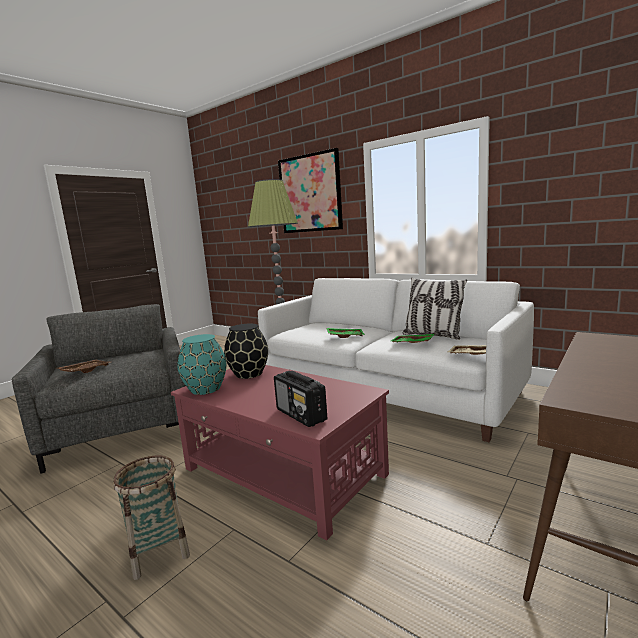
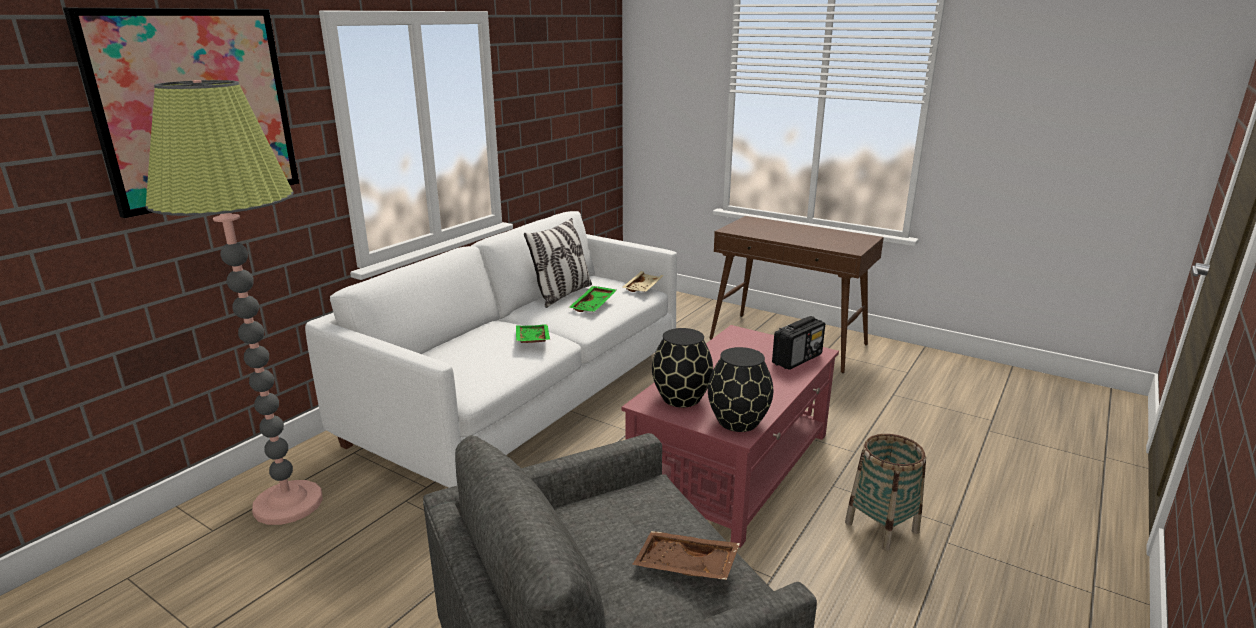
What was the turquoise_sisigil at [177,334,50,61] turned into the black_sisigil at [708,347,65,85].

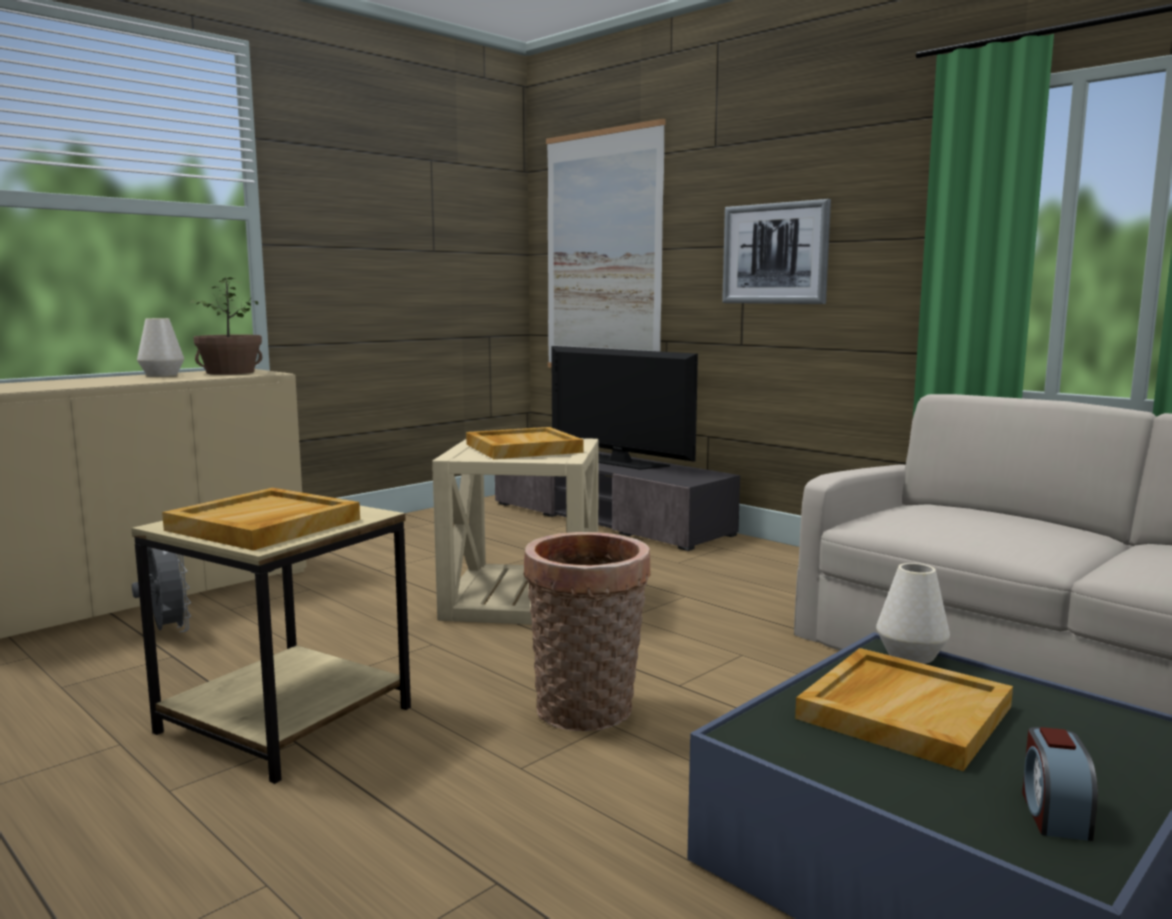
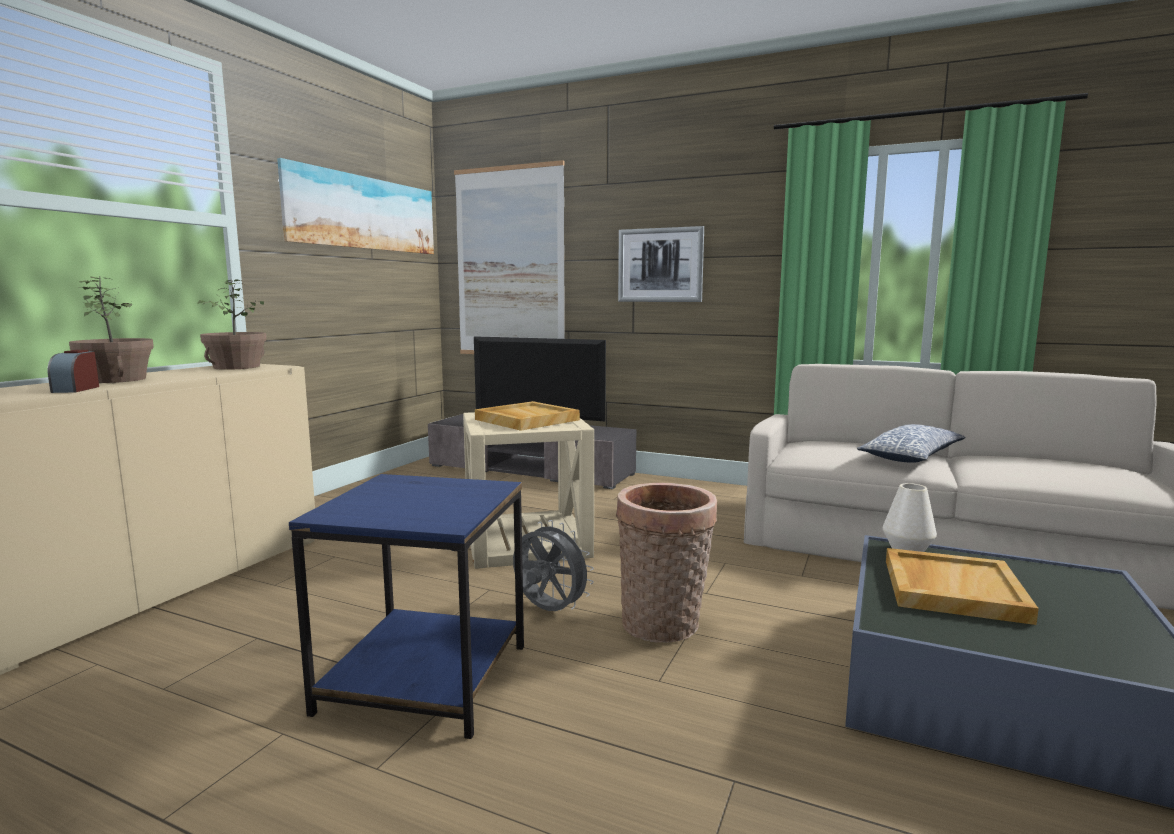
The second view lost the white_sisigil at [137,318,47,59]. The second view lost the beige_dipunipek at [162,488,198,62]. What was the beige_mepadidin at [131,506,280,278] turned into the blue_mepadidin at [289,474,235,265]. The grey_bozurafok ended up elsewhere, having gone from [132,547,59,85] to [513,520,81,91]. The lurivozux ended up elsewhere, having gone from [1022,727,76,114] to [47,350,52,43]. The second view gained the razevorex at [277,158,157,96]. The second view gained the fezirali at [69,276,85,107]. The second view gained the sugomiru at [857,424,109,39].

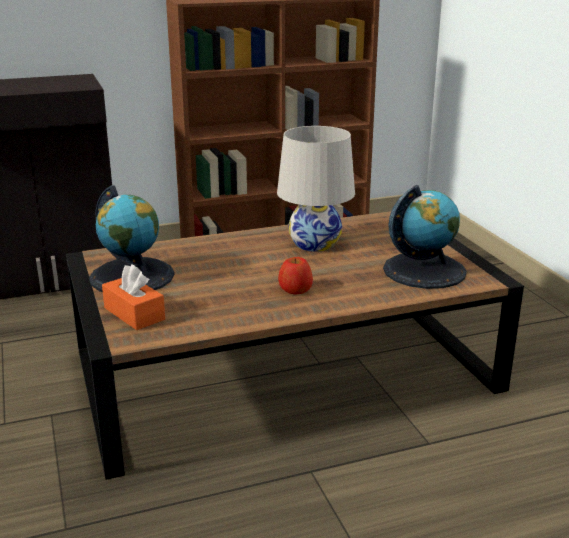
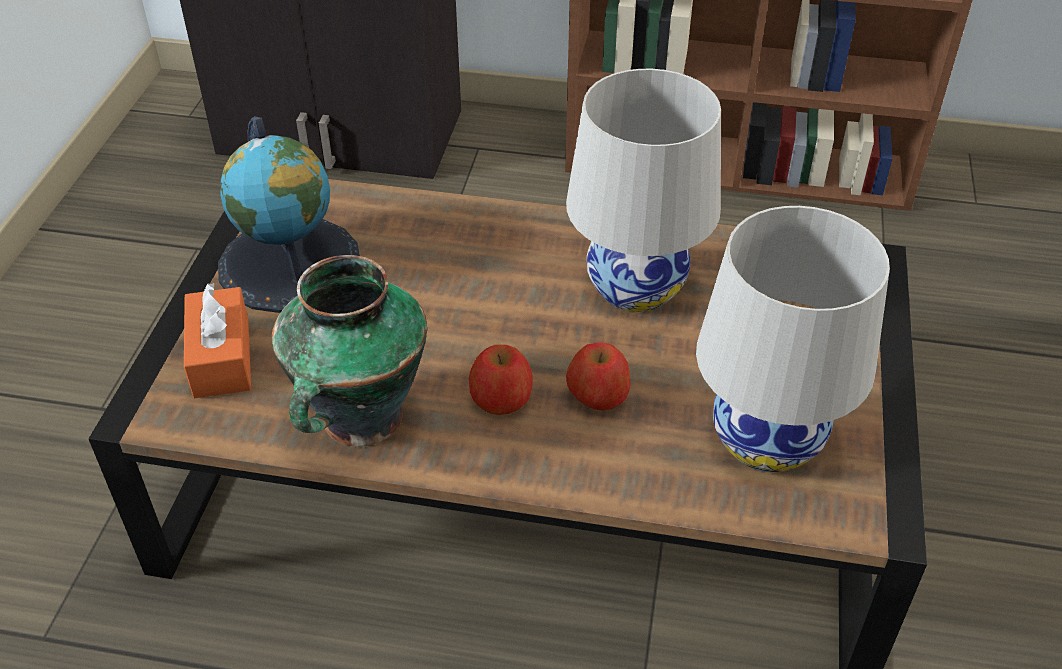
Where the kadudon stood at [383,185,84,104], the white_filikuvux came to stand at [696,206,194,266]. The second view gained the sisigil at [272,255,155,192]. The second view gained the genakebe at [566,342,64,68].

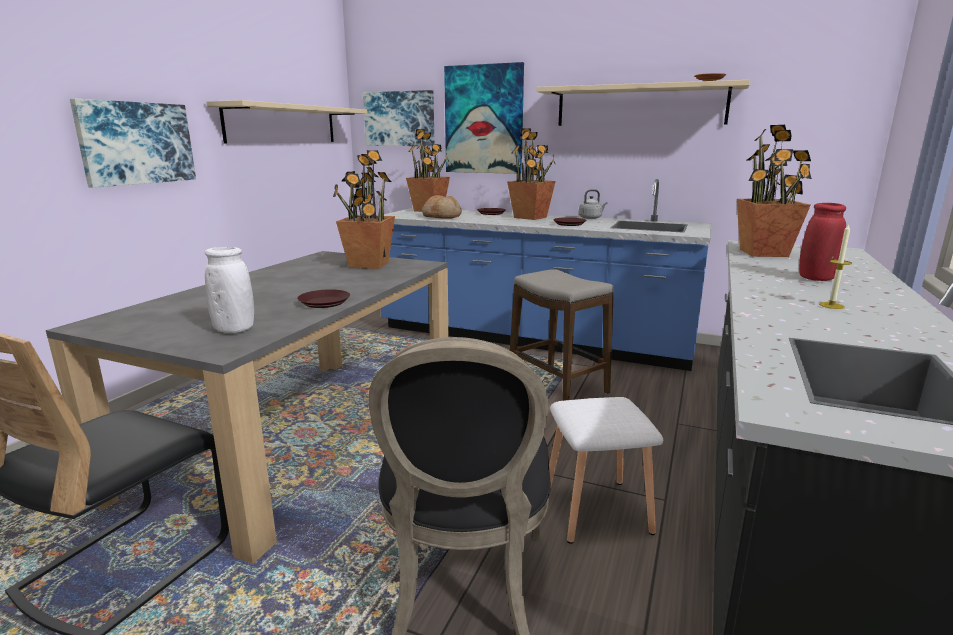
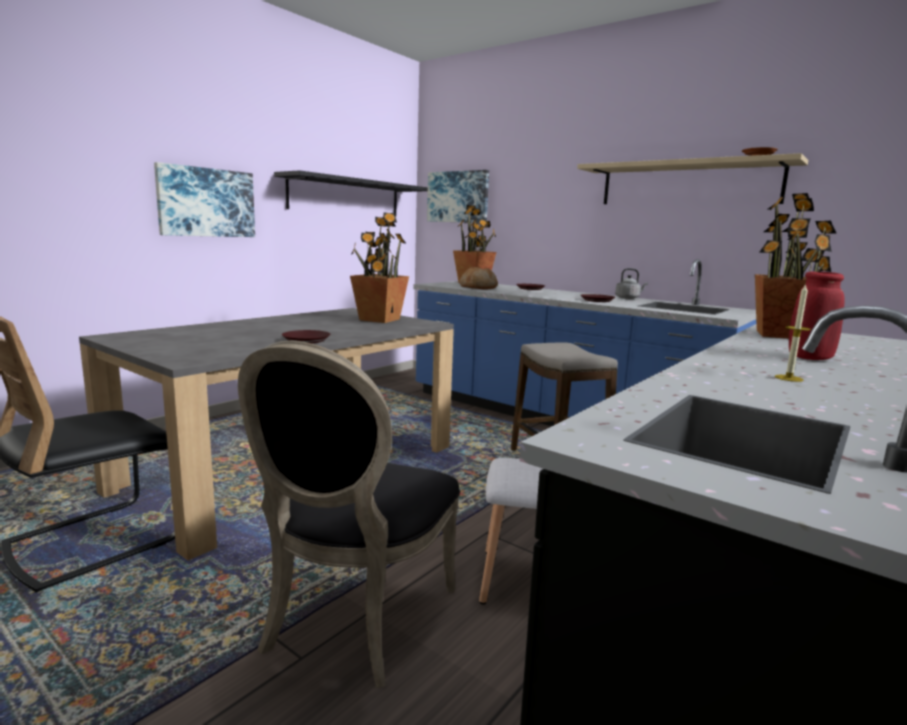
The second view lost the razevorex at [444,62,80,112]. What was the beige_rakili at [207,100,160,44] turned into the black_rakili at [274,170,154,46]. The second view lost the fezirali at [507,128,49,92]. The second view lost the white_sisigil at [205,247,49,86].

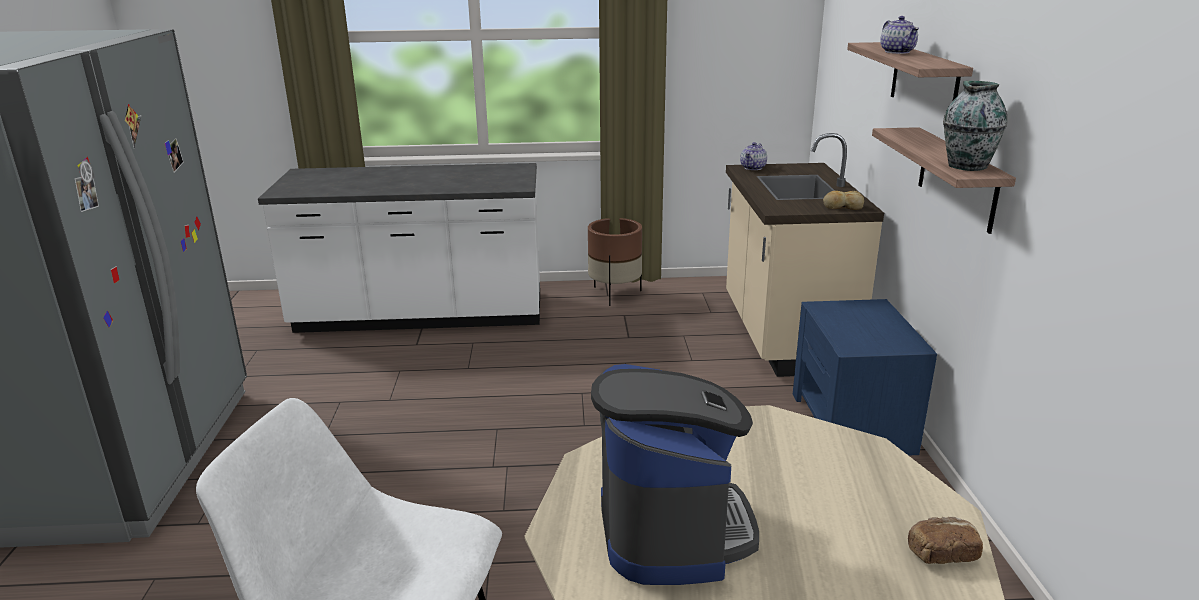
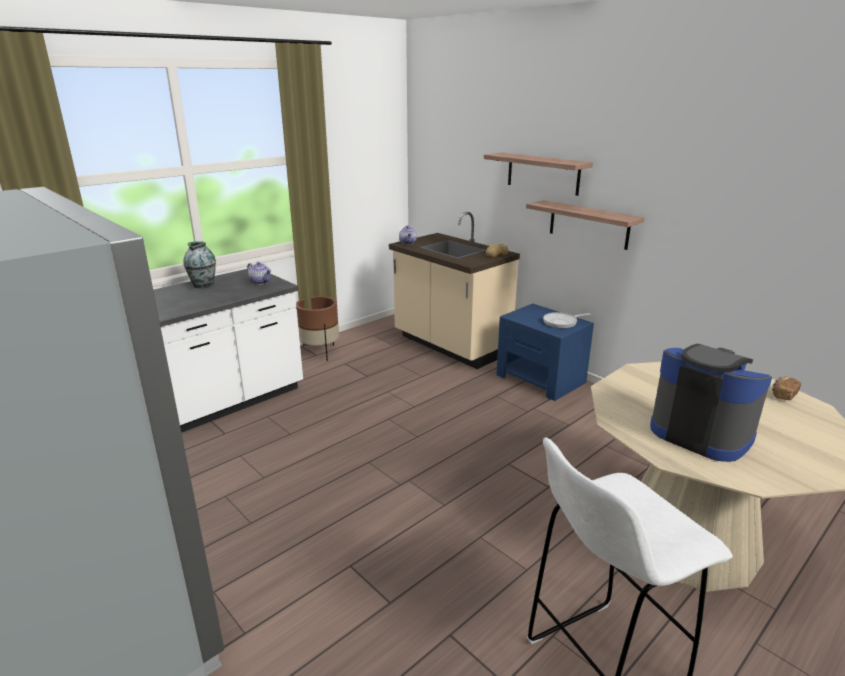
The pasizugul ended up elsewhere, having gone from [880,16,39,38] to [247,262,24,23]. The sisigil ended up elsewhere, having gone from [943,81,64,90] to [183,241,33,47]. The second view gained the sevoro at [543,312,48,16].

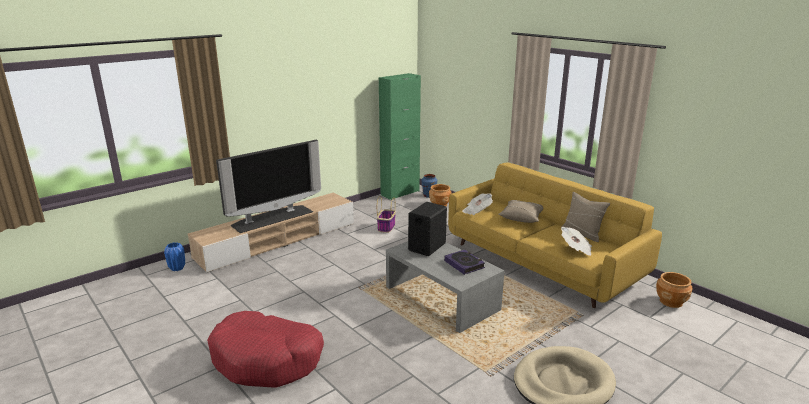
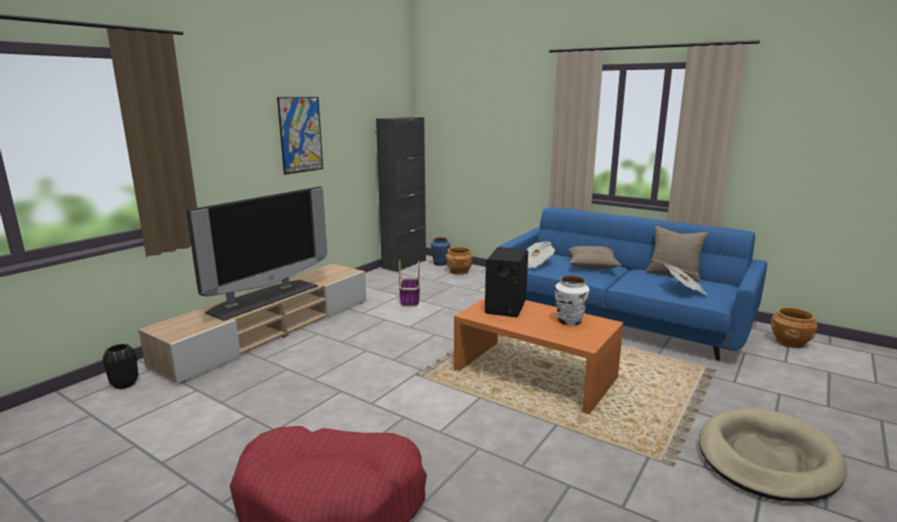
What was the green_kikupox at [379,73,42,127] turned into the black_kikupox at [376,117,50,155]. What was the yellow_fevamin at [448,163,214,145] turned into the blue_fevamin at [498,207,269,154]. What was the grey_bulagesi at [386,241,118,92] turned into the orange_bulagesi at [454,298,170,116]. What was the blue_sisigil at [164,242,21,29] turned into the black_sisigil at [103,344,35,45]. Where the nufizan stood at [444,250,41,25], the white_sisigil came to stand at [555,276,34,50]. The second view gained the razevorex at [277,97,46,78].

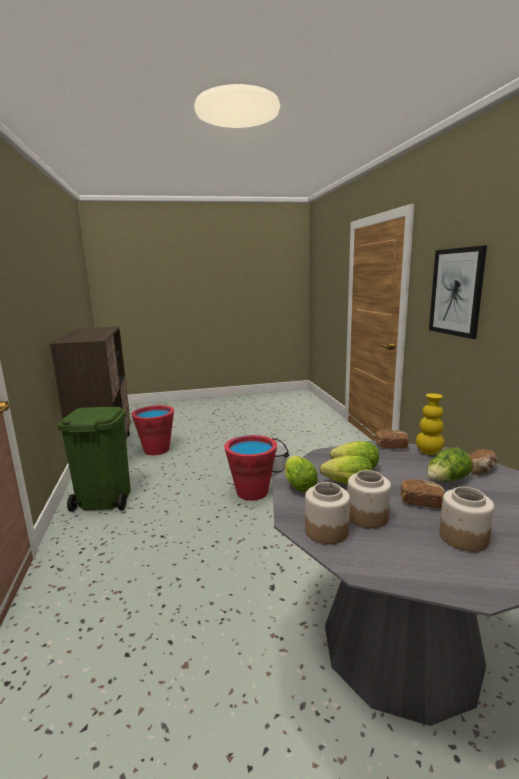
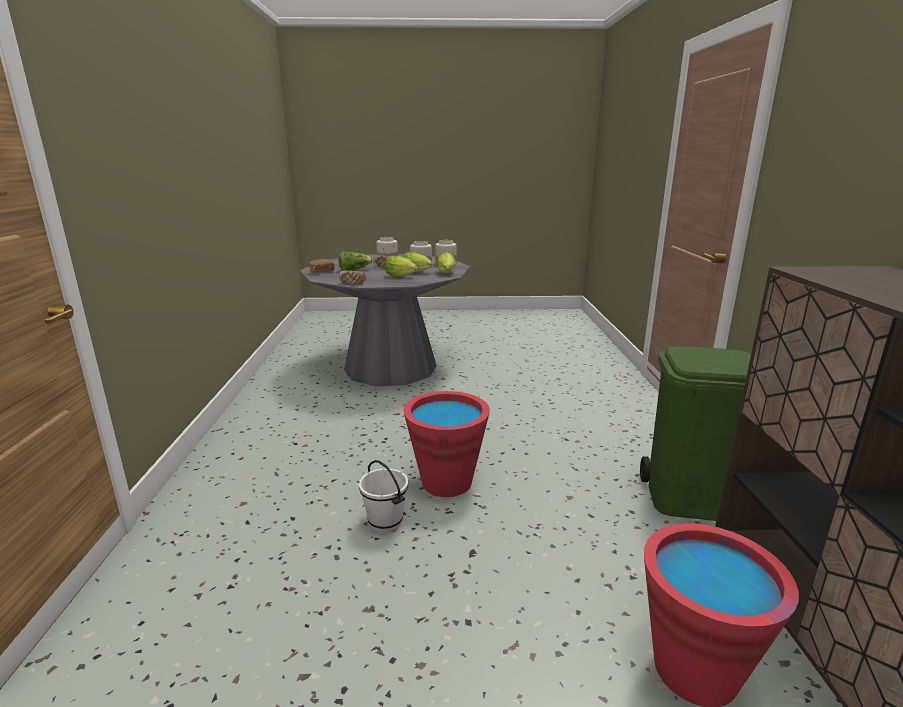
The second view lost the razevorex at [429,245,58,94]. The second view lost the yellow_sisigil at [416,393,28,62].

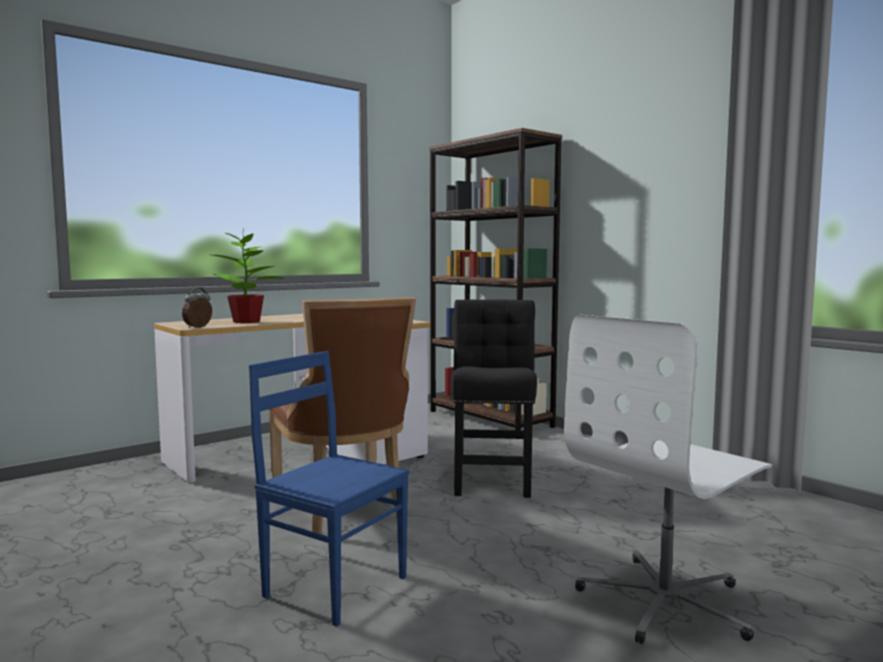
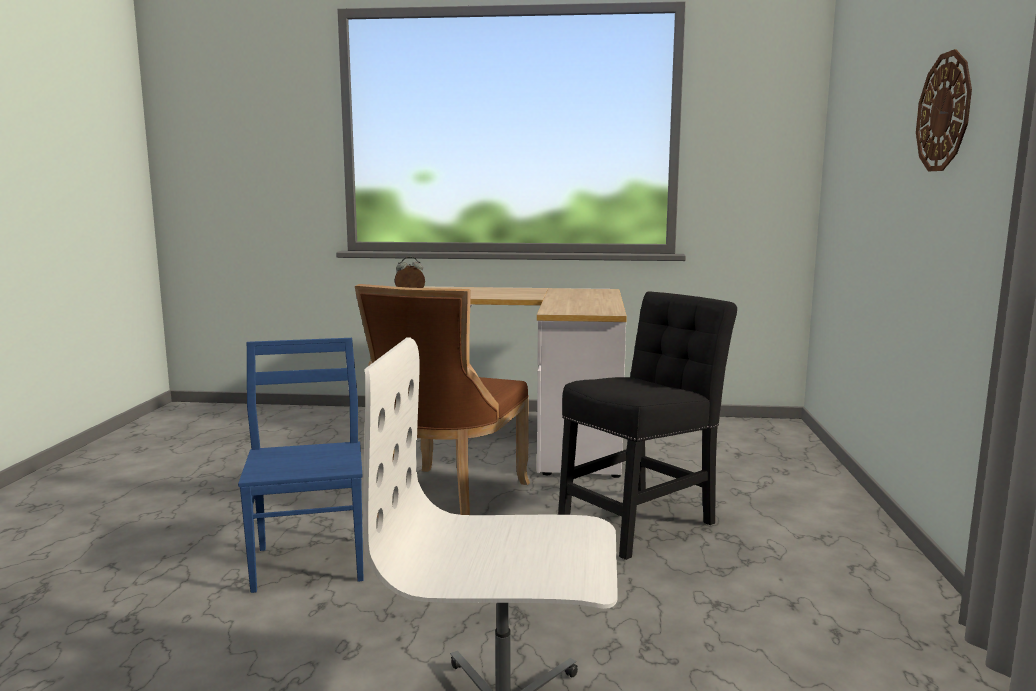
The second view lost the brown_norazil at [429,128,133,302]. The second view lost the fezirali at [212,233,72,90]. The second view gained the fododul at [916,49,56,122].

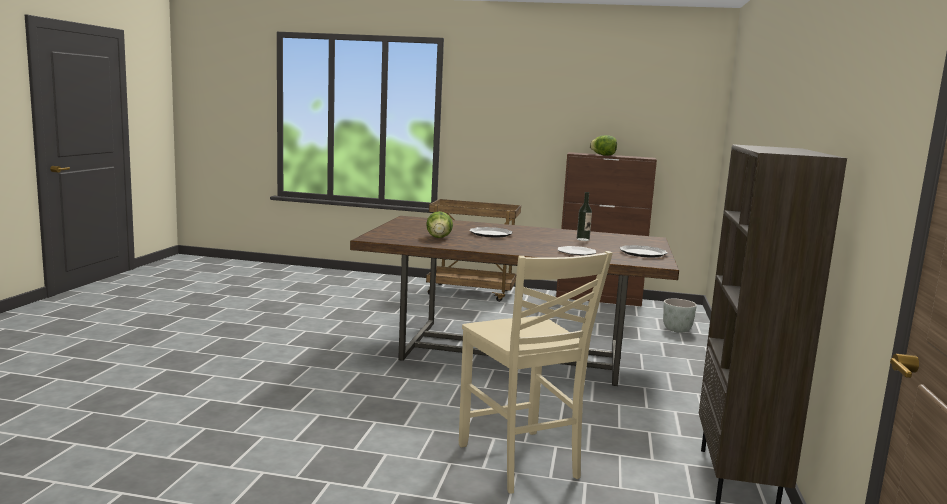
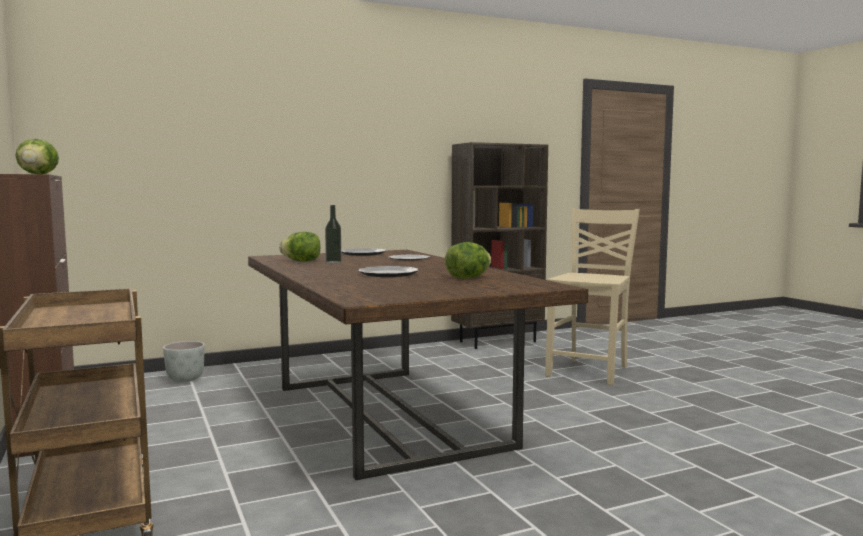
The second view gained the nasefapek at [279,232,42,30].

